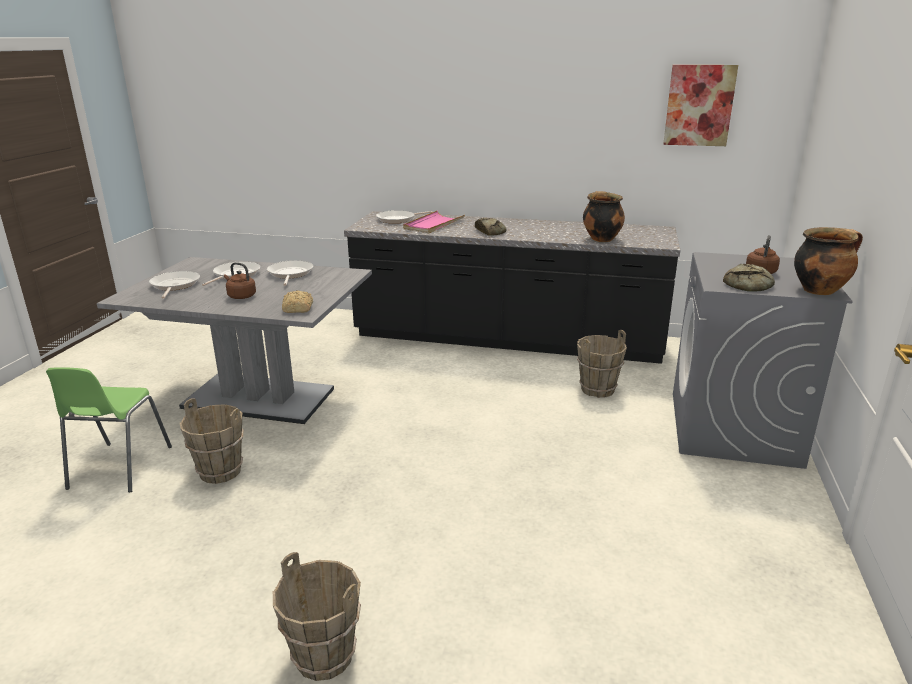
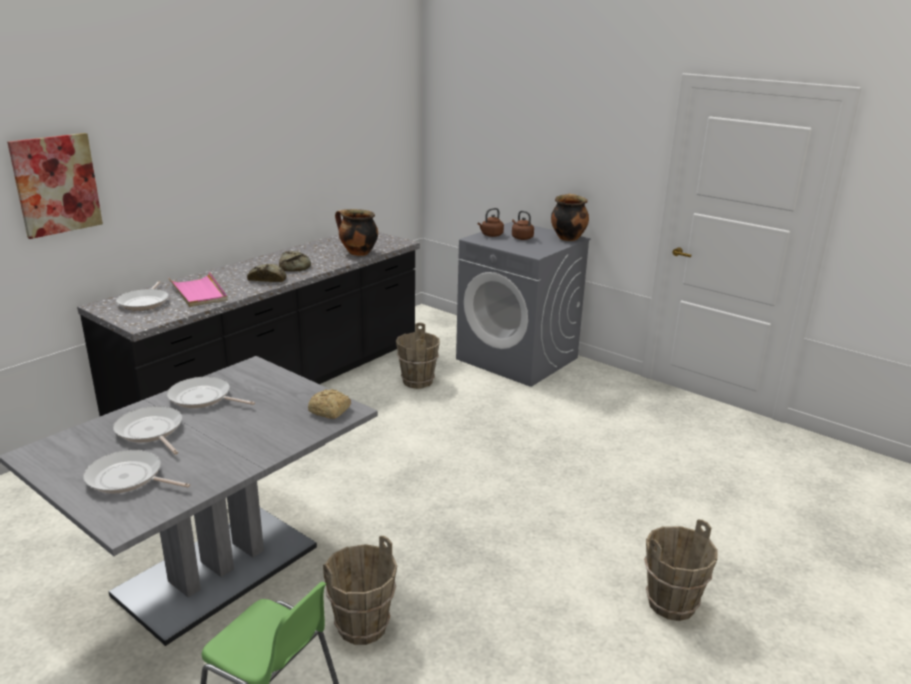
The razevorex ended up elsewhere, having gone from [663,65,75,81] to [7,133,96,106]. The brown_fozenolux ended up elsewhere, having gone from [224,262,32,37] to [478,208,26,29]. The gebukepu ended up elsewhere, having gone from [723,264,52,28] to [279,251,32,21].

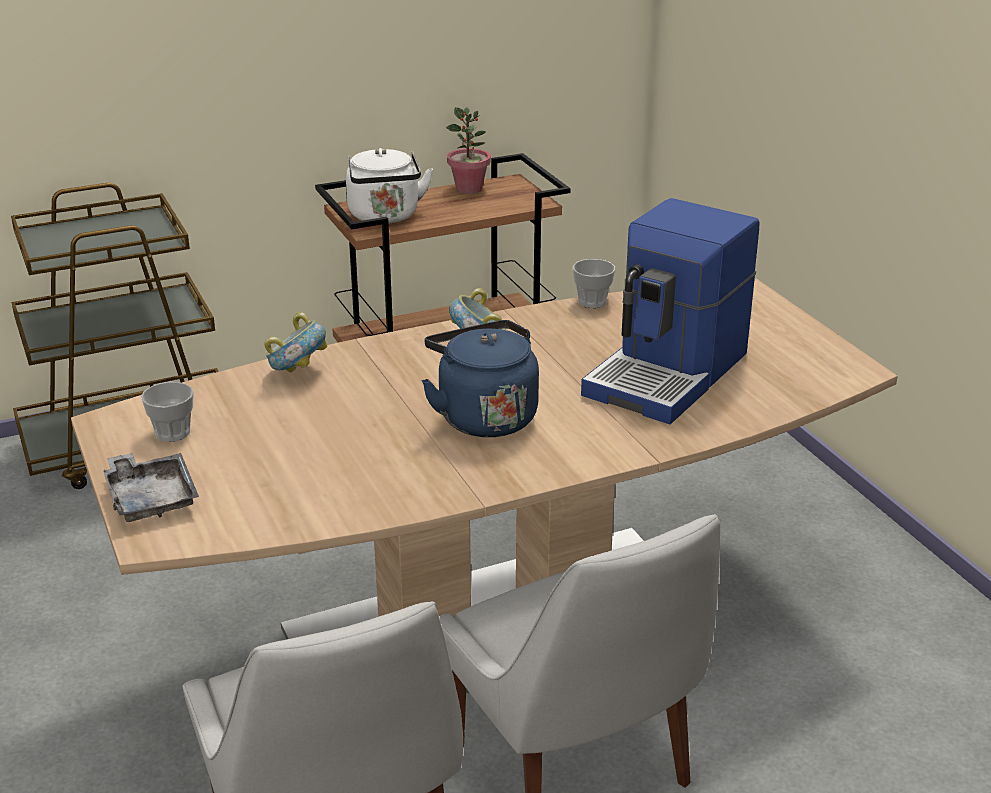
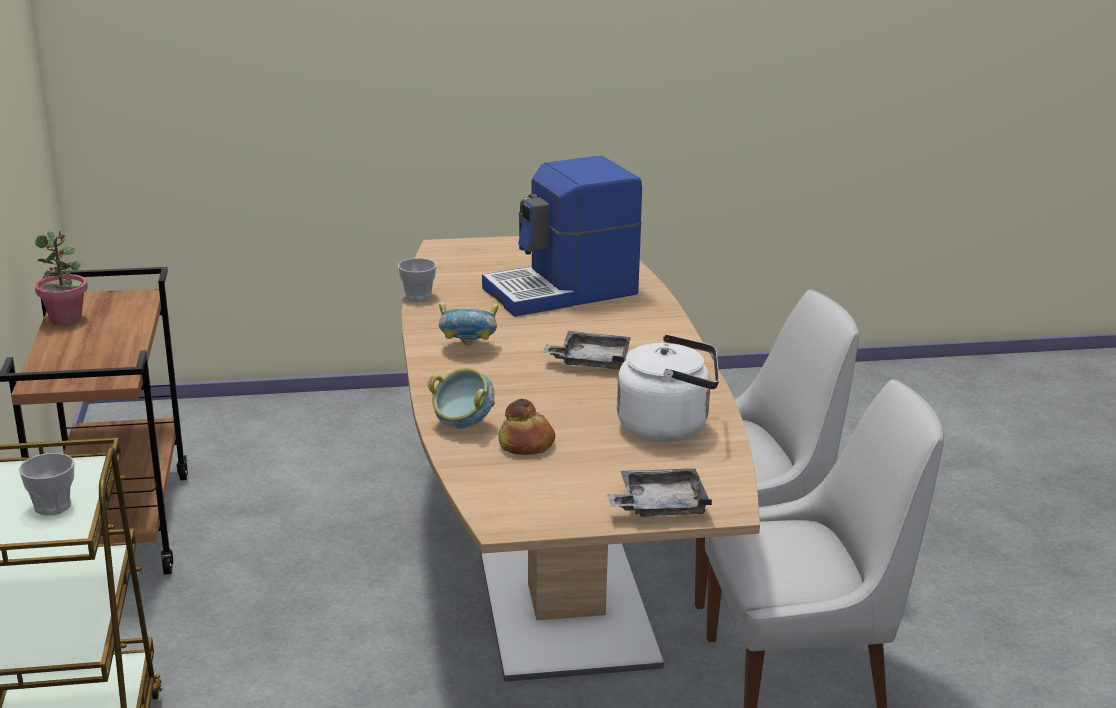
The white_fozenolux ended up elsewhere, having gone from [346,148,87,76] to [617,334,102,108]. The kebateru at [581,198,179,226] ended up facing another way, 105 degrees clockwise from before. Where the blue_fozenolux stood at [422,320,117,117], the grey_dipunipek came to stand at [543,331,88,39]. The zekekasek ended up elsewhere, having gone from [141,382,53,60] to [18,453,57,62]. The second view gained the gebukepu at [498,399,57,56].

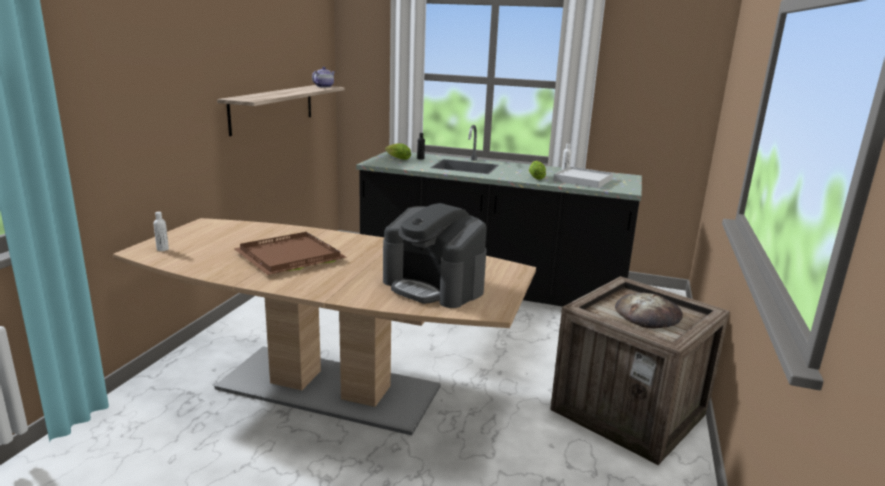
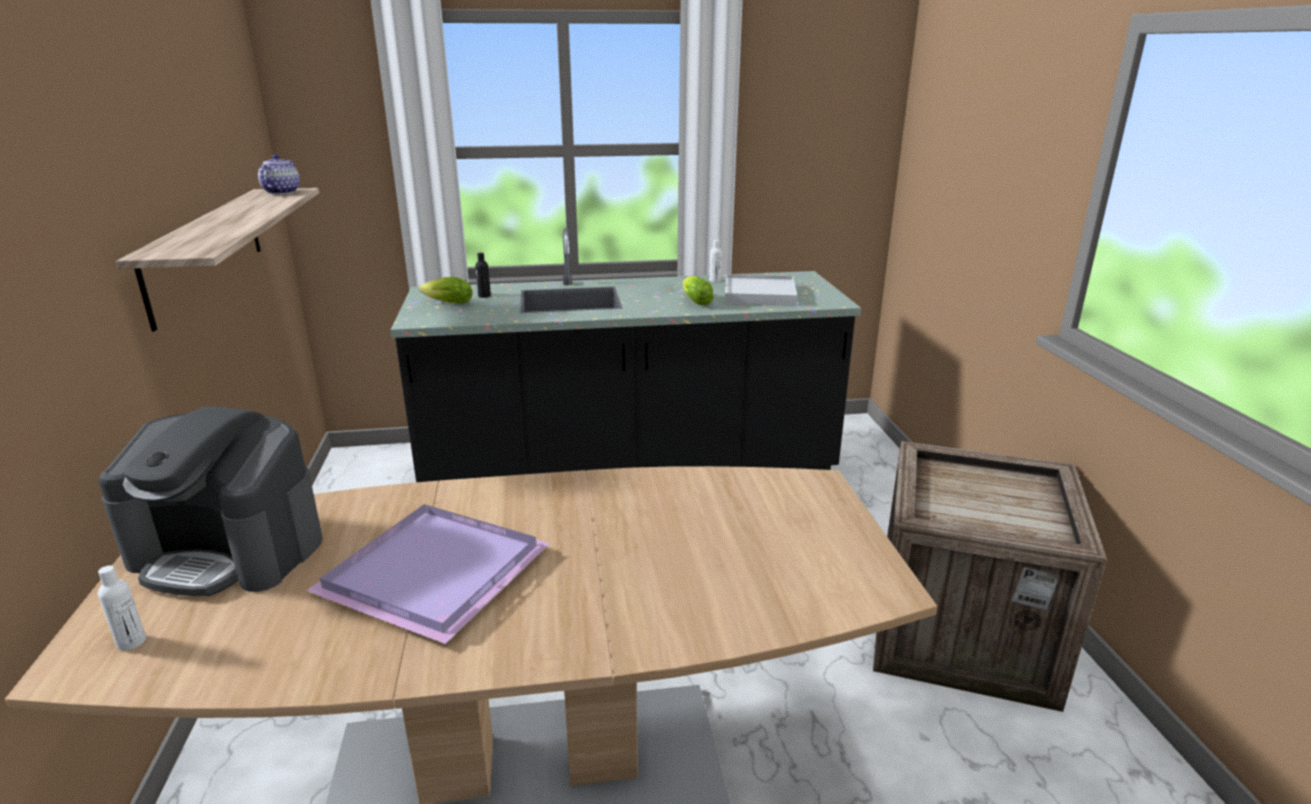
The kebateru ended up elsewhere, having gone from [383,203,104,105] to [98,406,224,190]. What was the brown_dipunipek at [234,232,113,43] turned into the purple_dipunipek at [306,504,244,140]. The second view lost the gebukepu at [615,293,68,36].

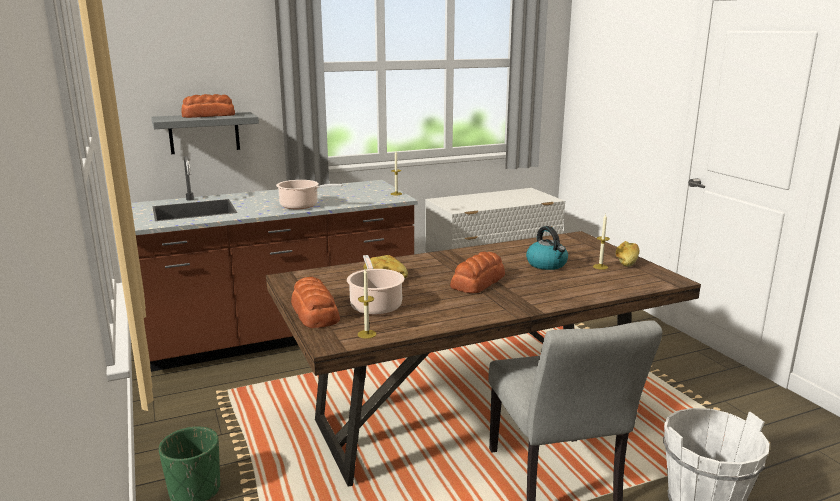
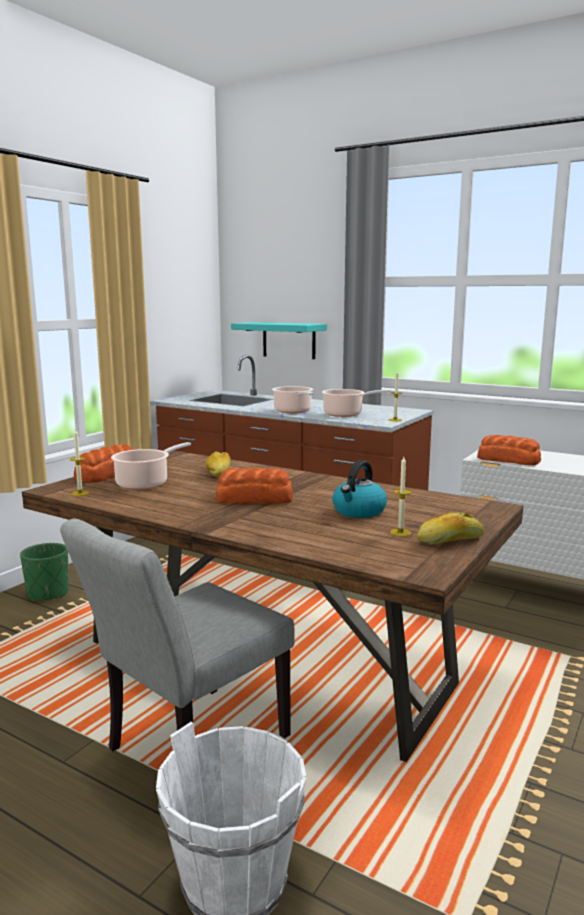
The gebukepu ended up elsewhere, having gone from [182,94,53,24] to [477,435,64,30]. What was the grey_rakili at [151,112,108,42] turned into the turquoise_rakili at [231,322,96,37]. The second view gained the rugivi at [322,389,69,28].

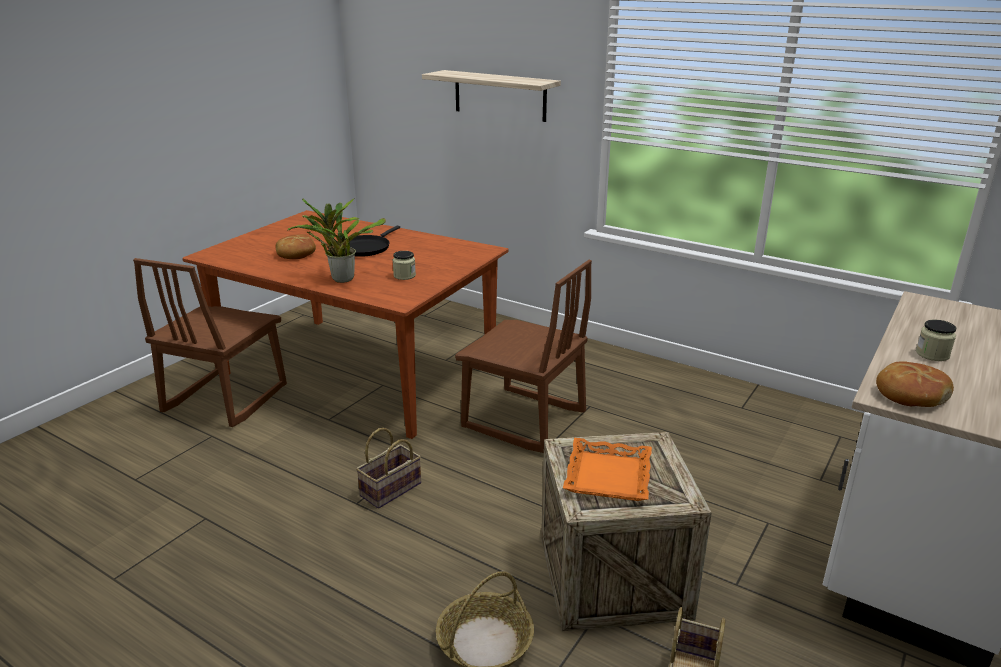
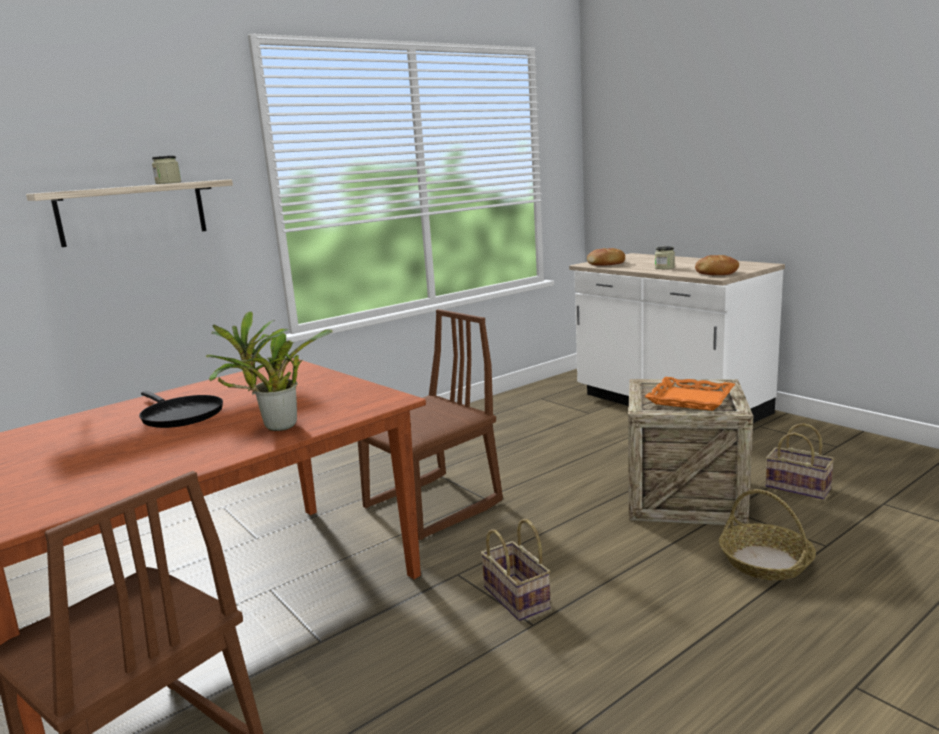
The gebukepu ended up elsewhere, having gone from [276,234,40,25] to [587,248,38,17]. The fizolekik ended up elsewhere, having gone from [393,251,23,29] to [152,156,29,28].

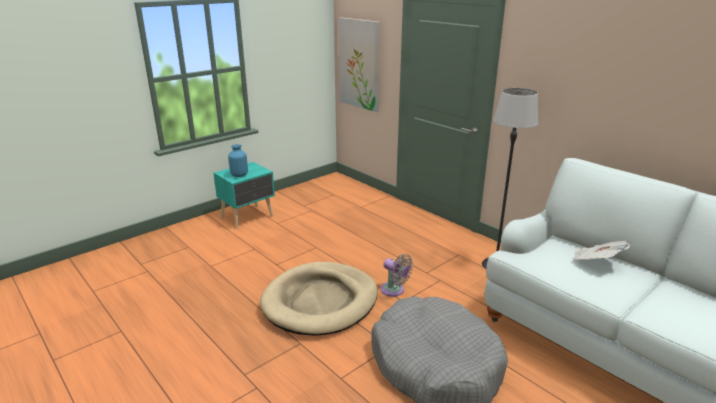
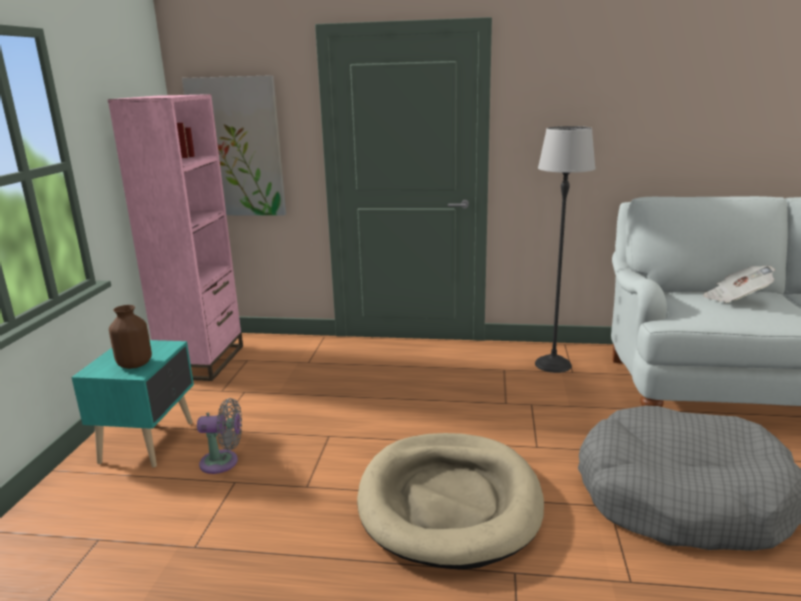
What was the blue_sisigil at [228,144,20,33] turned into the brown_sisigil at [109,305,43,64]. The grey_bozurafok ended up elsewhere, having gone from [380,254,33,43] to [197,398,45,76]. The second view gained the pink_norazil at [107,94,136,287].

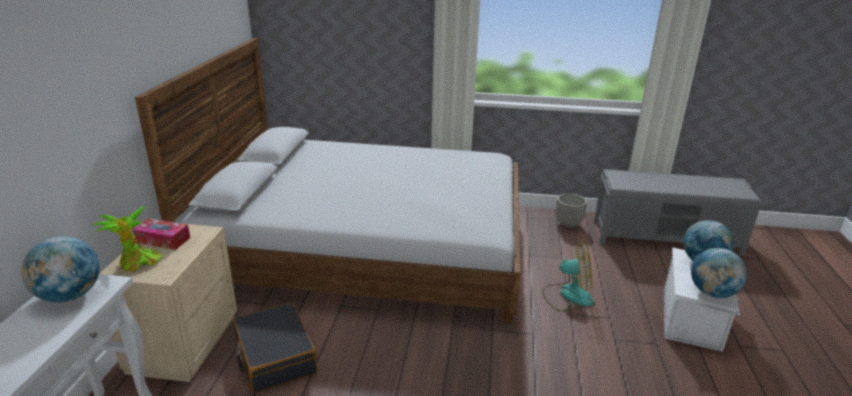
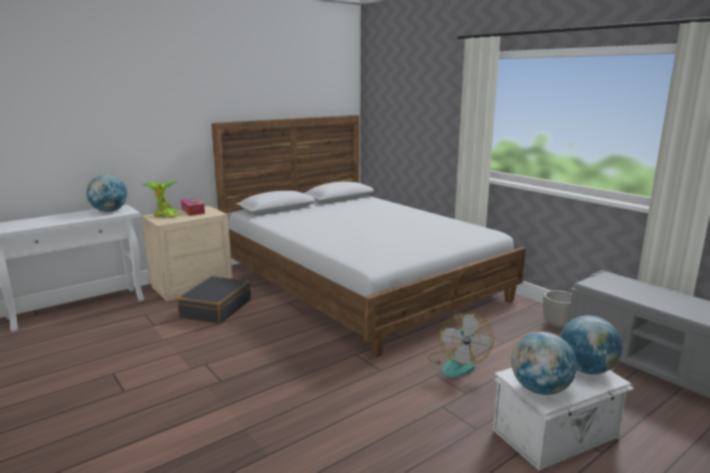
The bozurafok at [543,242,50,70] ended up facing another way, 45 degrees clockwise from before.

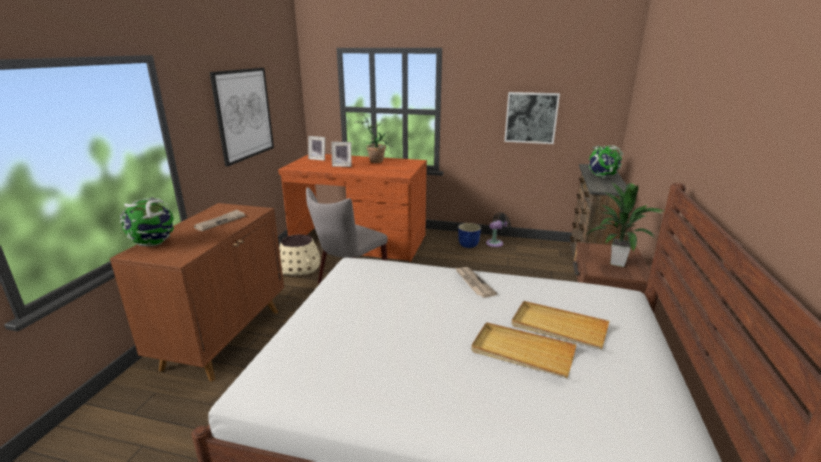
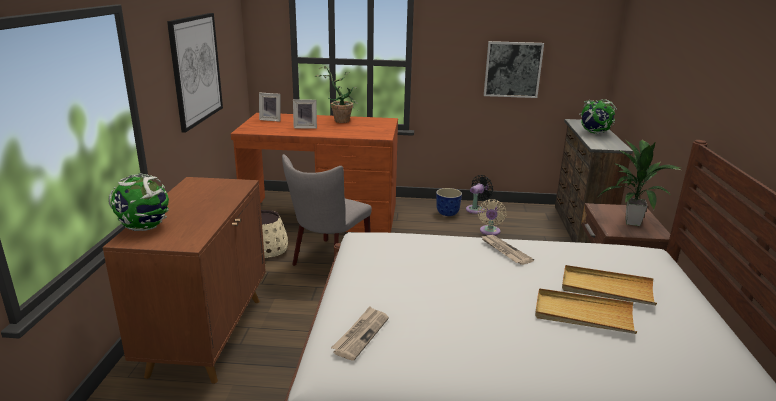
The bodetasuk ended up elsewhere, having gone from [194,209,51,22] to [331,307,58,54]. The second view gained the beige_bozurafok at [478,199,28,36].

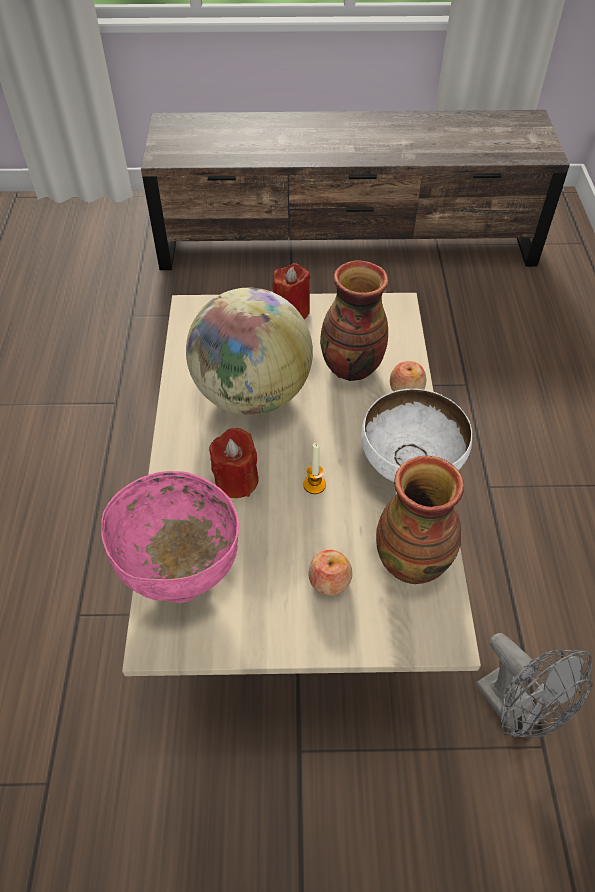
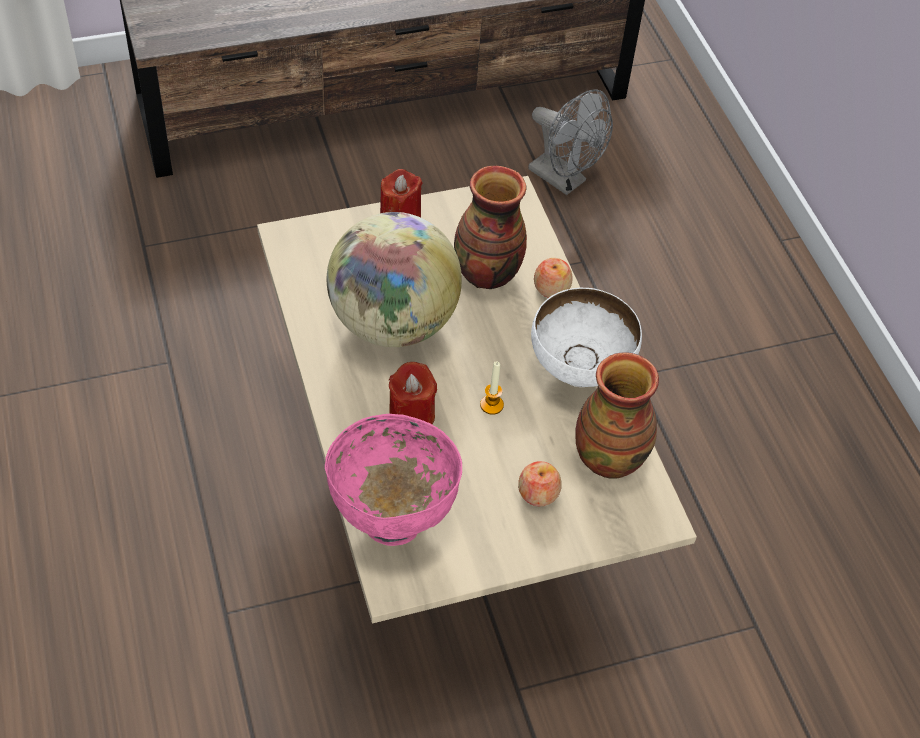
The grey_bozurafok ended up elsewhere, having gone from [476,633,116,105] to [529,89,84,106].

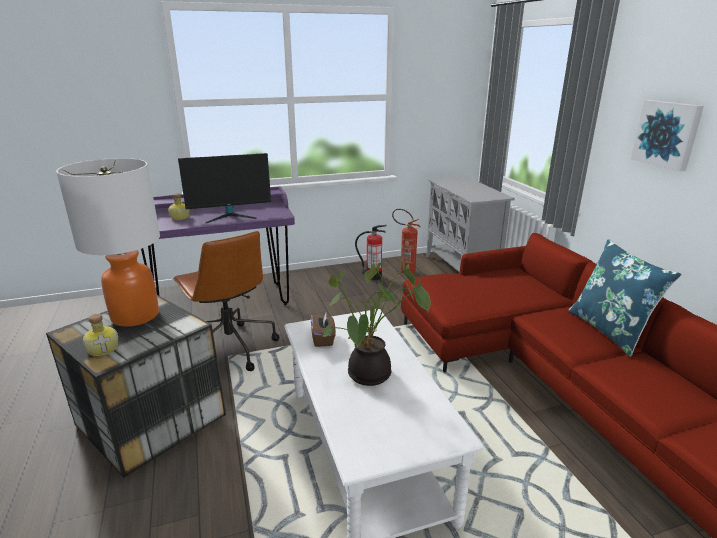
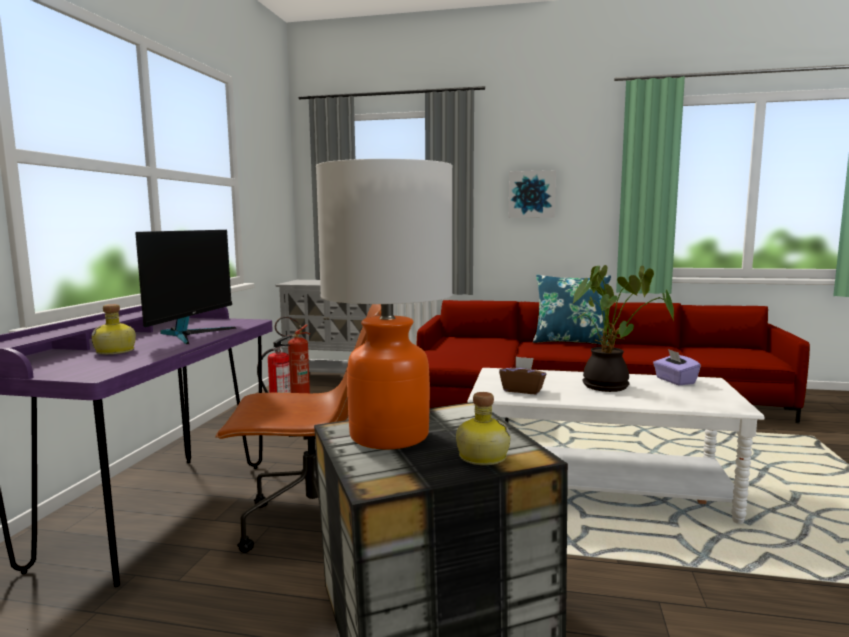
The second view gained the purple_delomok at [653,349,48,36].

